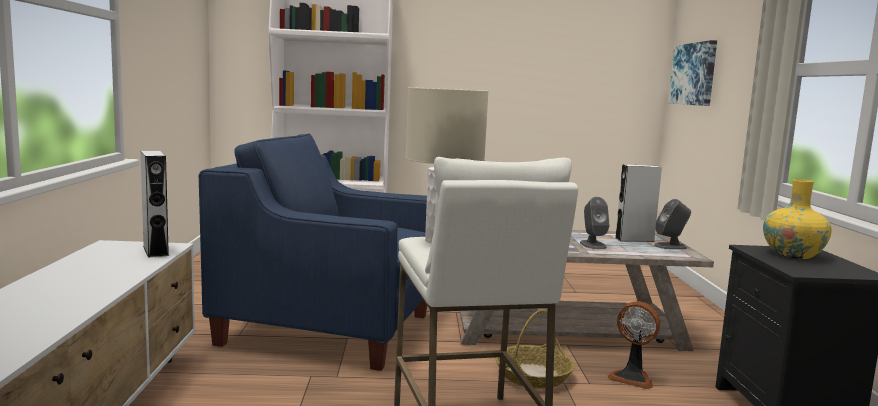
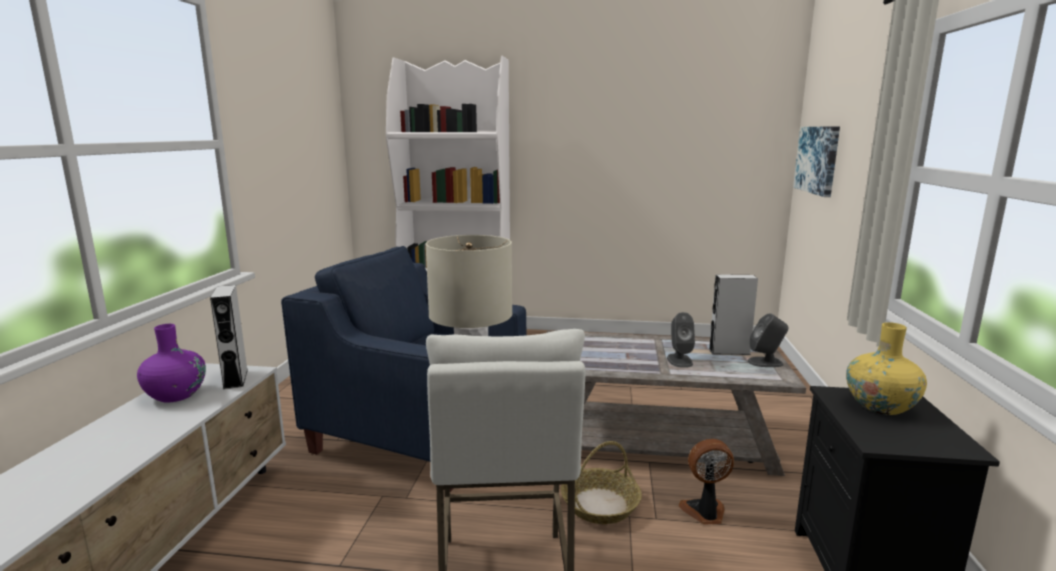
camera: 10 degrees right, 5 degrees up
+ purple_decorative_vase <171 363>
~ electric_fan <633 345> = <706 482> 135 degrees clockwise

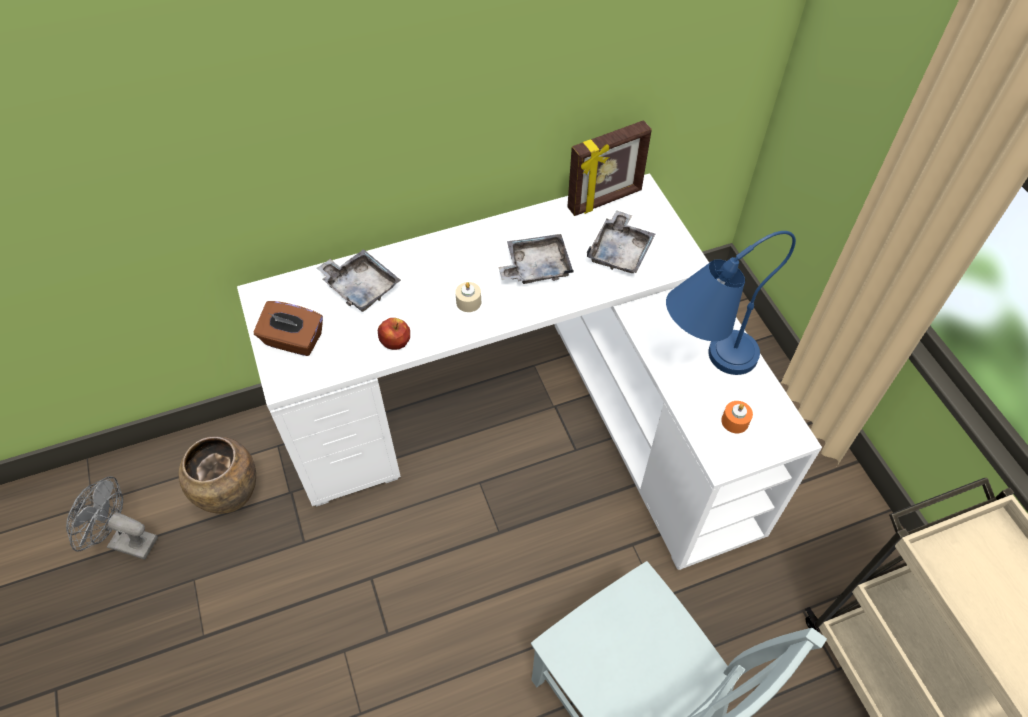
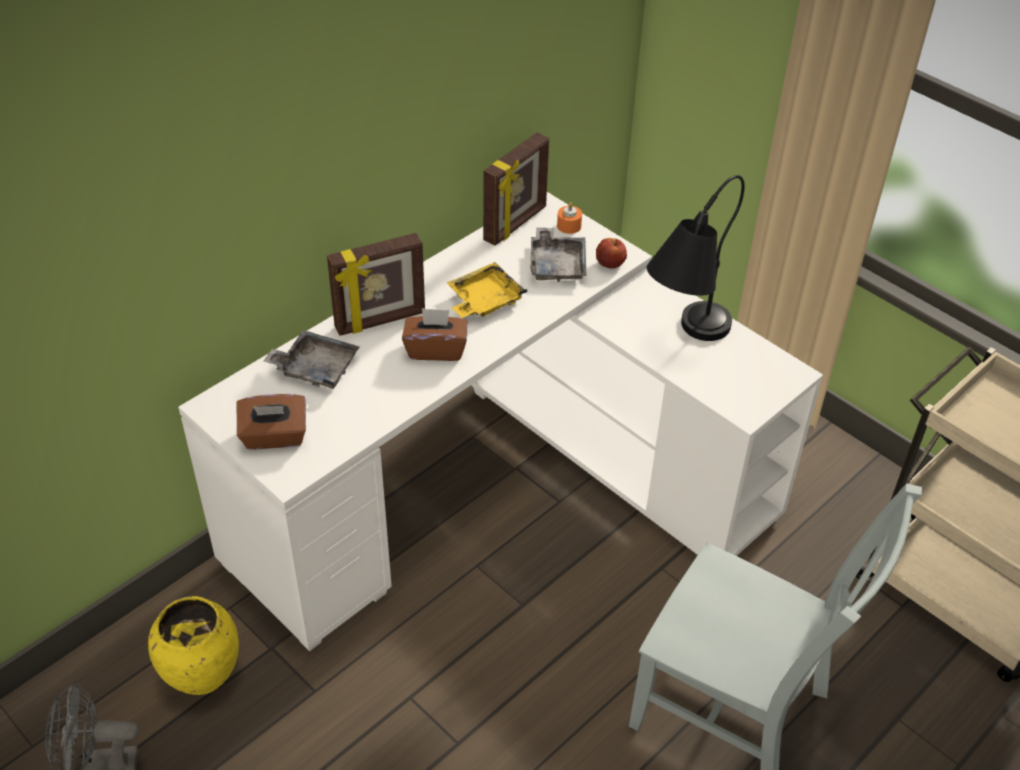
camera: 25 degrees left, 10 degrees down
+ picture_frame <376 284>
~ apple_fruit <394 334> to <611 253>
~ orange_wax_candle <737 417> to <569 218>
~ beige_wax_candle <468 297> to brown-coloured_tissue_holder <435 334>
~ brown-coloured_decorative_vase <217 475> to yellow-coloured_decorative_vase <193 645>
~ grey_serving_tray <536 259> to yellow-coloured_serving_tray <487 290>
~ bluish_table_lamp <731 303> to black-coloured_table_lamp <696 258>

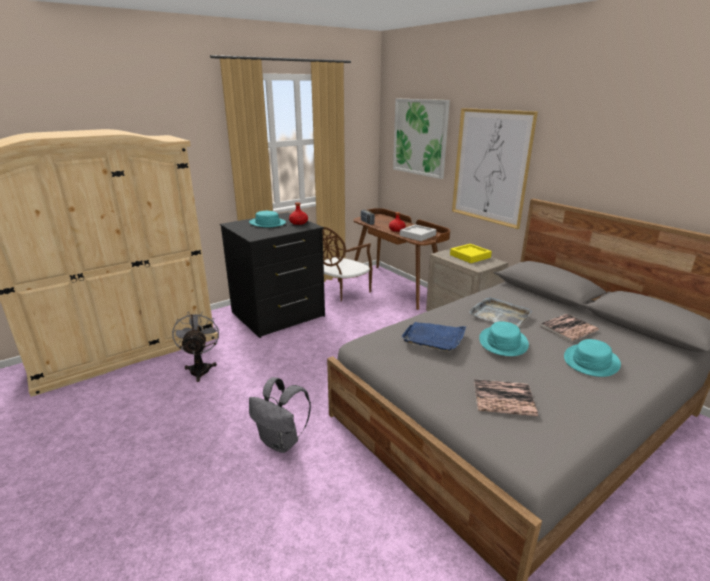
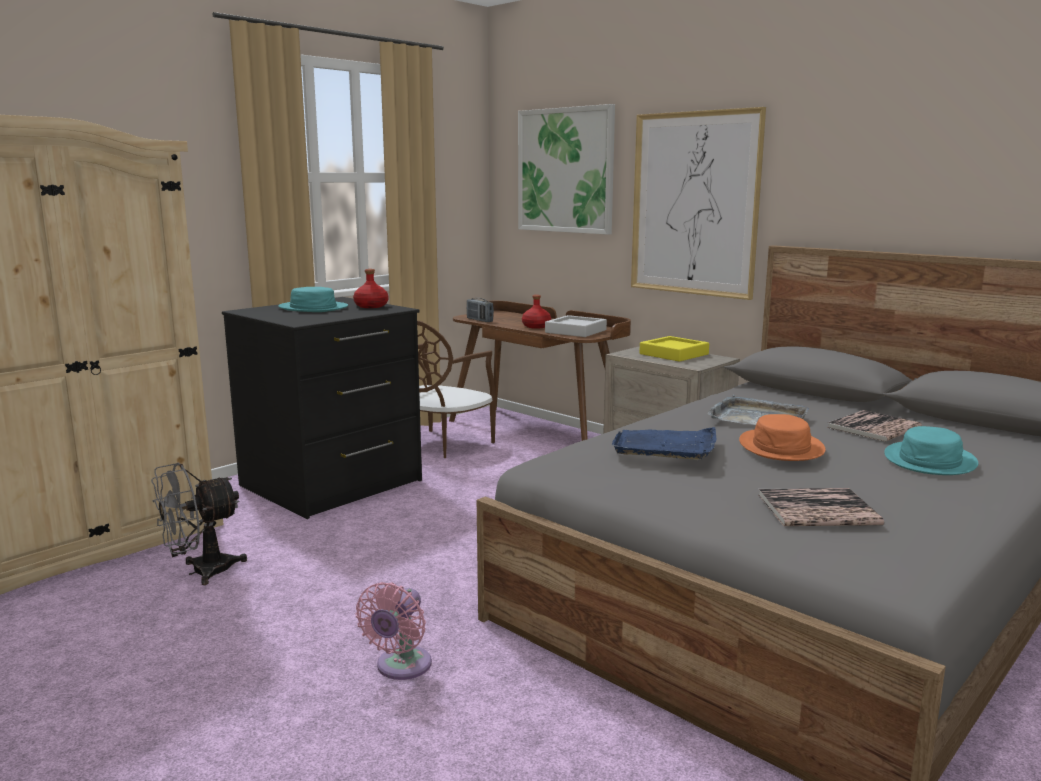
camera: 10 degrees left, 10 degrees down
~ grey_rucksack <280 415> to pink_electric_fan <394 631>
~ blue-green_clothing_hat <504 338> to orange_clothing_hat <782 437>
~ grey_electric_fan <195 346> = <199 524> 105 degrees counterclockwise

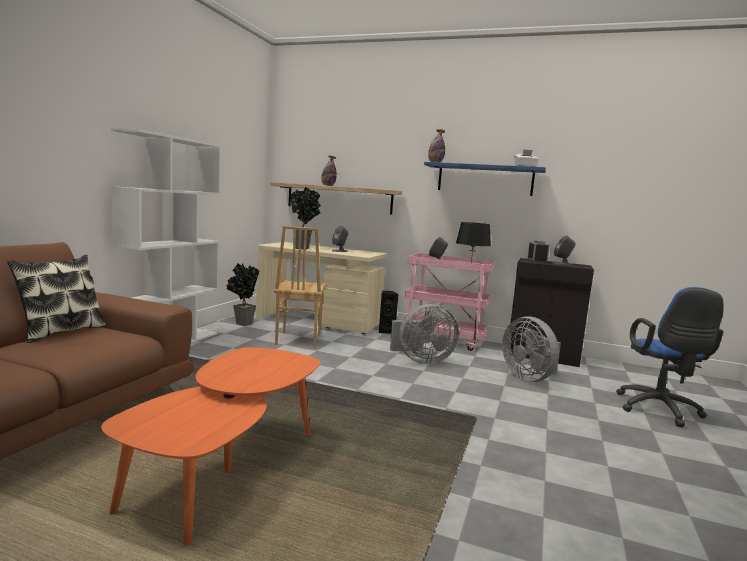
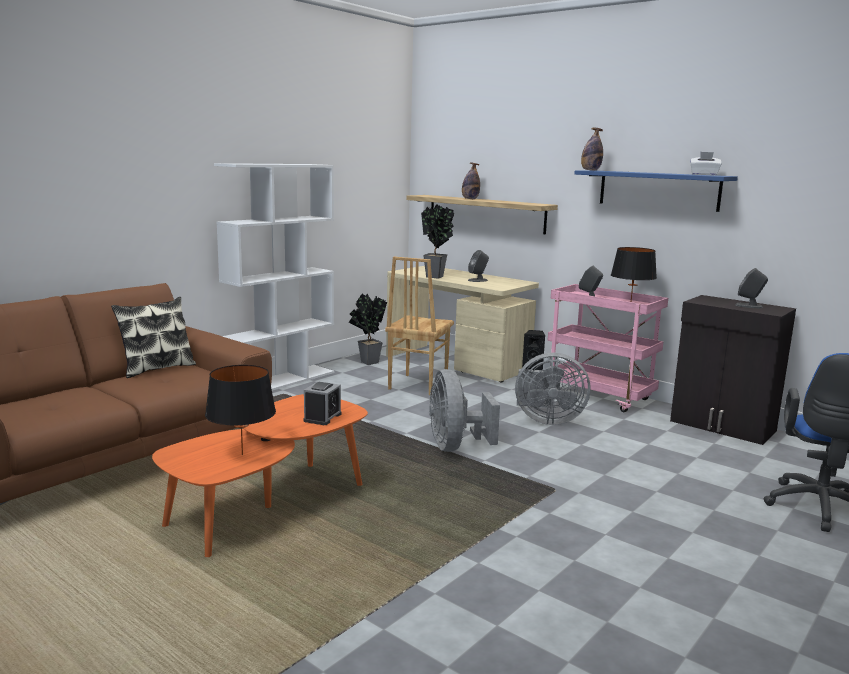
camera: 20 degrees right, 5 degrees up
+ black-coloured_table_lamp <240 410>
~ grey_electric_fan <531 349> to <464 410>
~ bedside_clock <538 252> to <322 403>

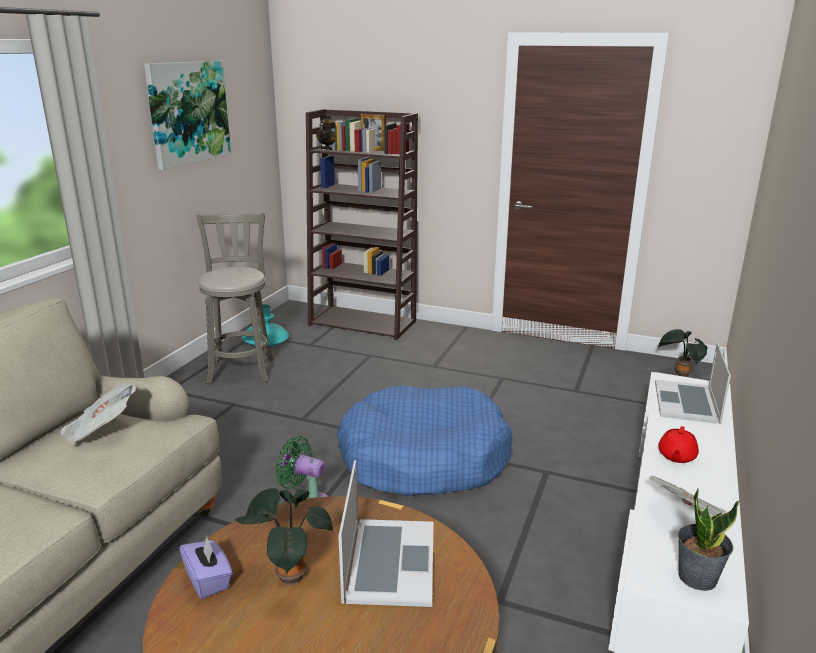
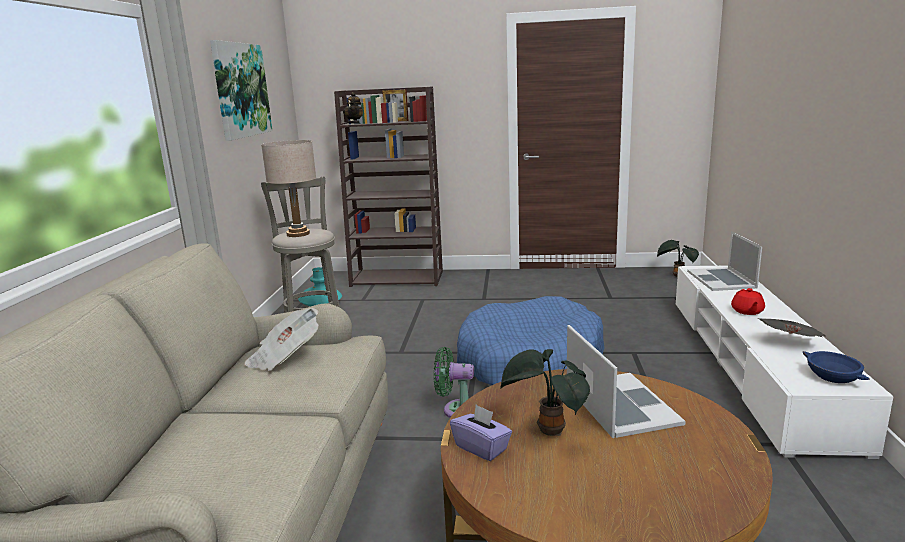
camera: 15 degrees left, 5 degrees down
+ beige_table_lamp <288 188>
~ houseplant <708 540> to bluish_serving_bowl <836 367>

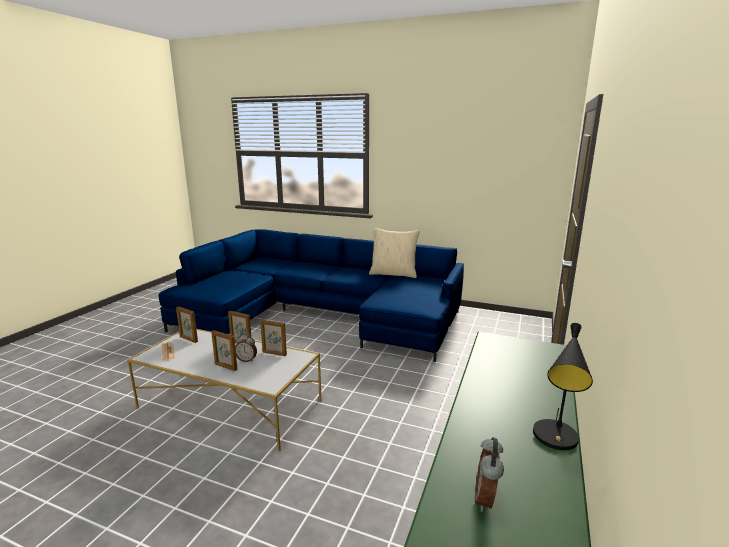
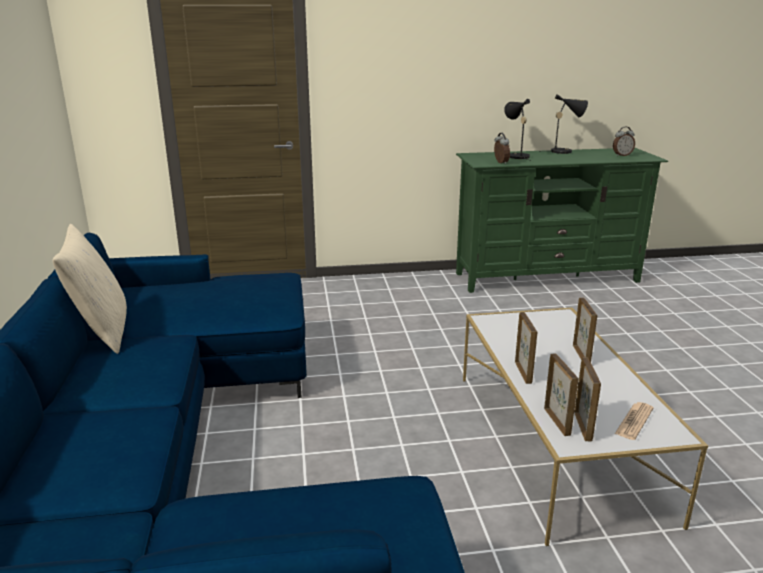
camera: 120 degrees left, 5 degrees up
+ black-coloured_table_lamp <517 130>
~ bedside_clock <246 348> to <502 148>
~ picture_frame <273 338> to <561 394>

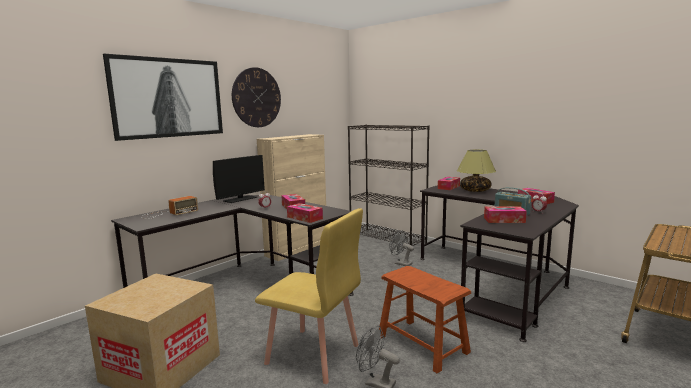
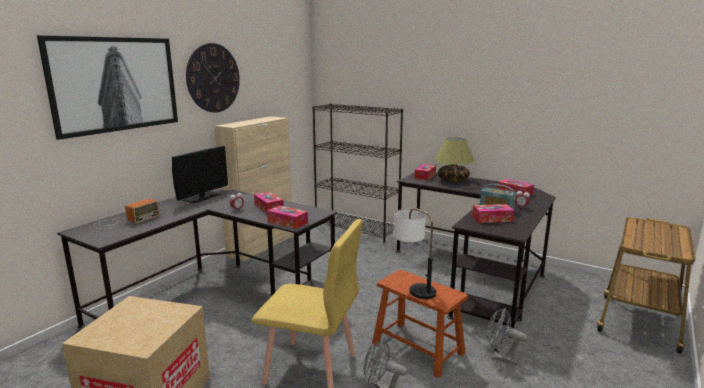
camera: 10 degrees left, 5 degrees up
+ table_lamp <414 253>
~ grey_electric_fan <401 248> to <507 336>

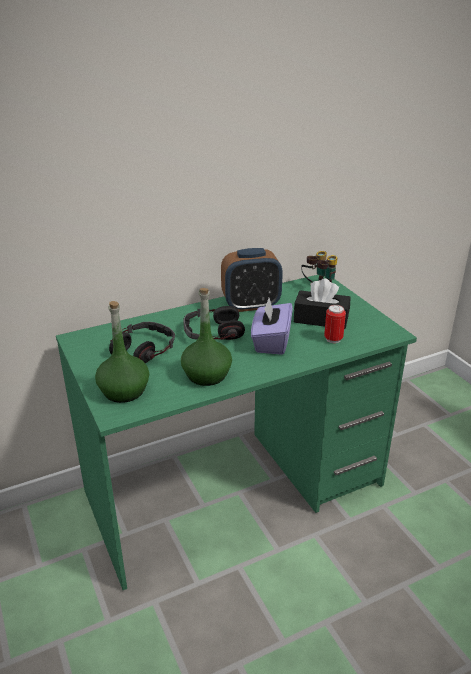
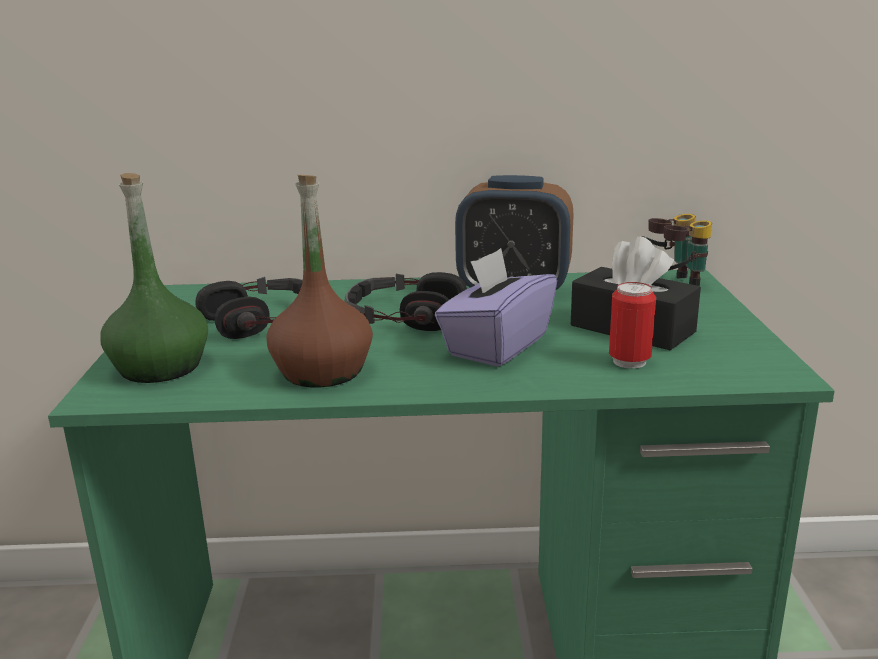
camera: 25 degrees right, 10 degrees down
~ greenish_bottle <206 337> to brown-coloured_bottle <319 281>

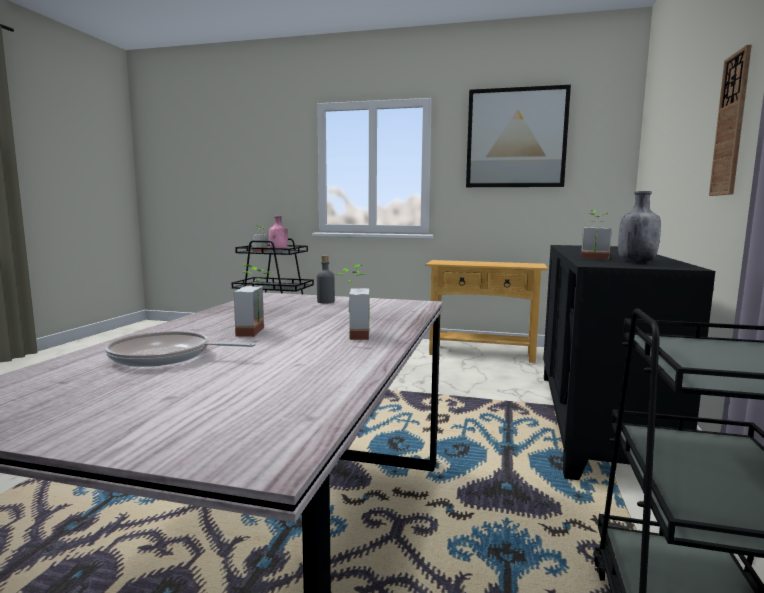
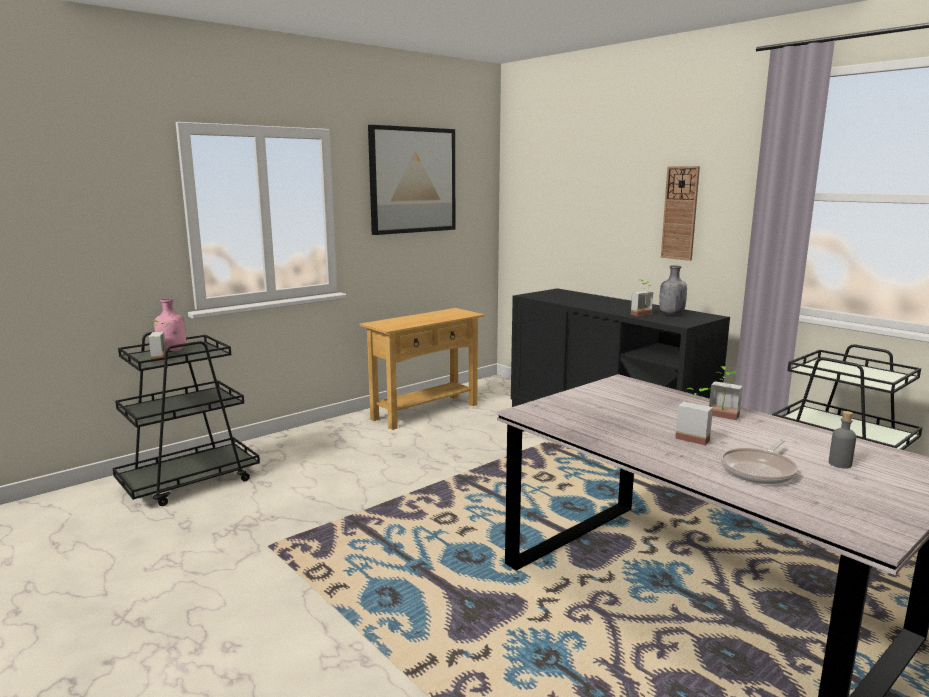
camera: 55 degrees left, 5 degrees up
~ grey_bottle <326 279> to <842 440>

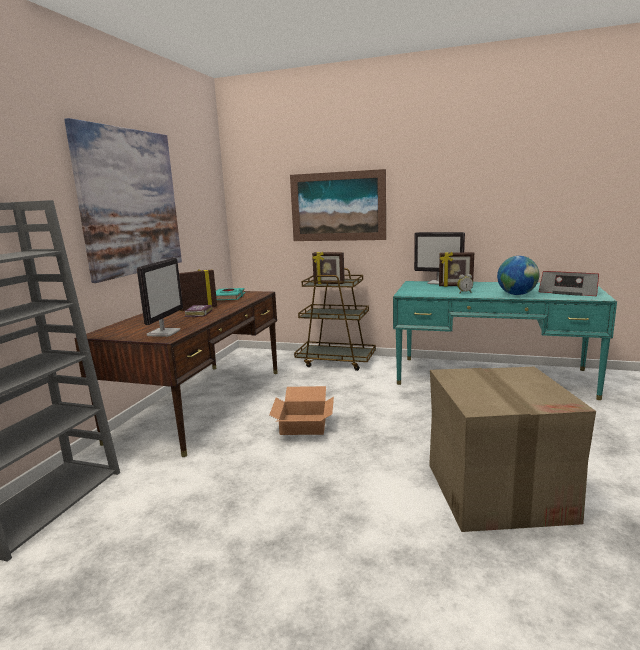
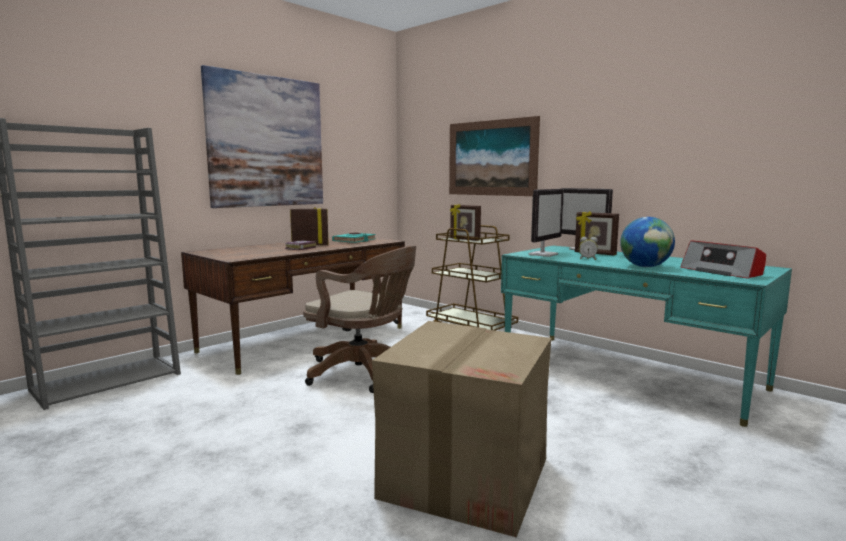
camera: 25 degrees right, 5 degrees down
~ computer_display <160 297> to <546 223>
~ packing_box <301 410> to brown-coloured_desk_chair <359 319>

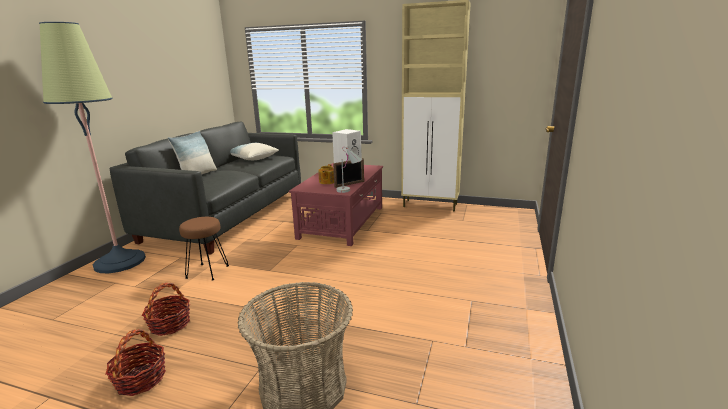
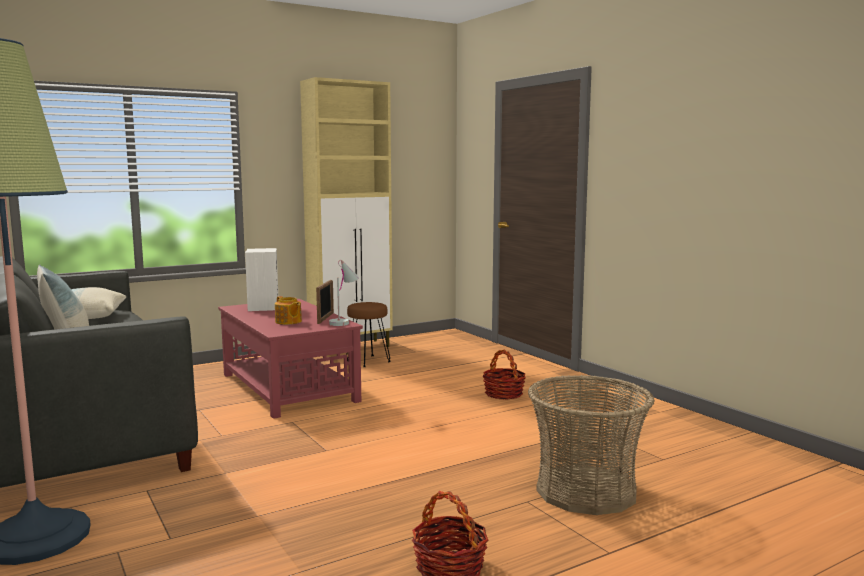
camera: 50 degrees left, 10 degrees down
~ basket <166 309> to <504 375>
~ brown-coloured_sitting_stool <204 249> to <368 334>

